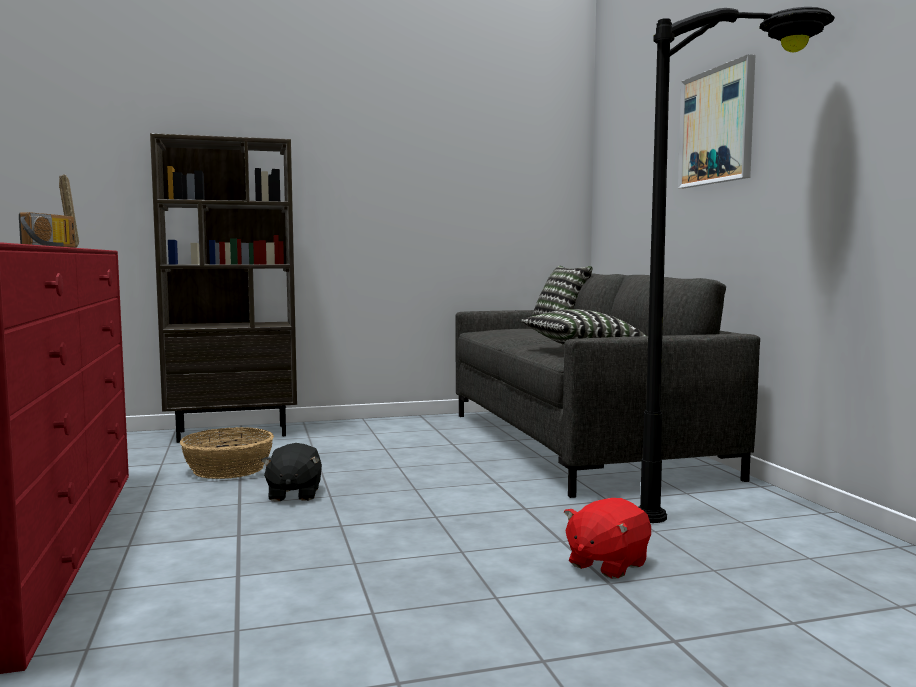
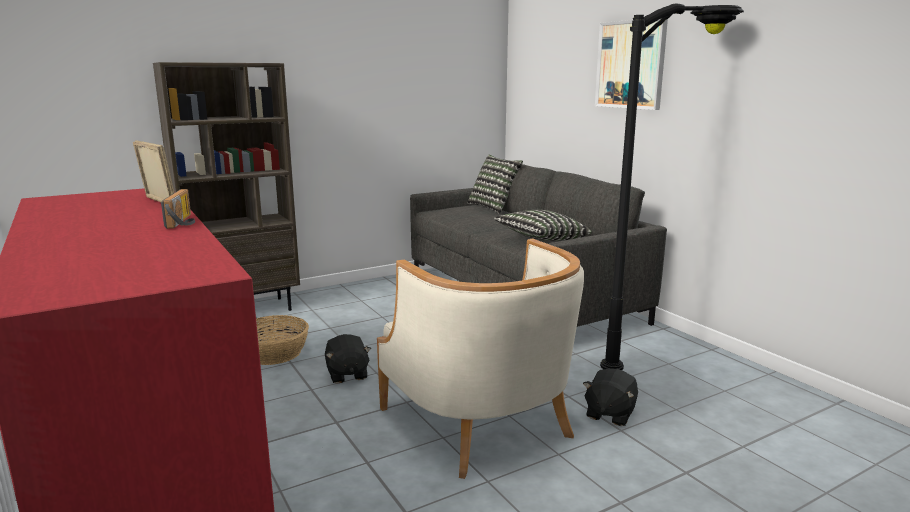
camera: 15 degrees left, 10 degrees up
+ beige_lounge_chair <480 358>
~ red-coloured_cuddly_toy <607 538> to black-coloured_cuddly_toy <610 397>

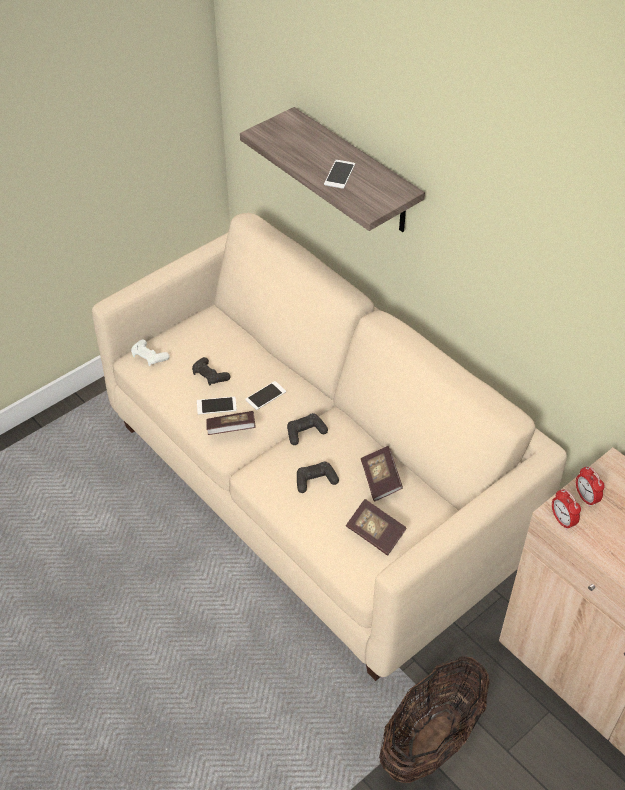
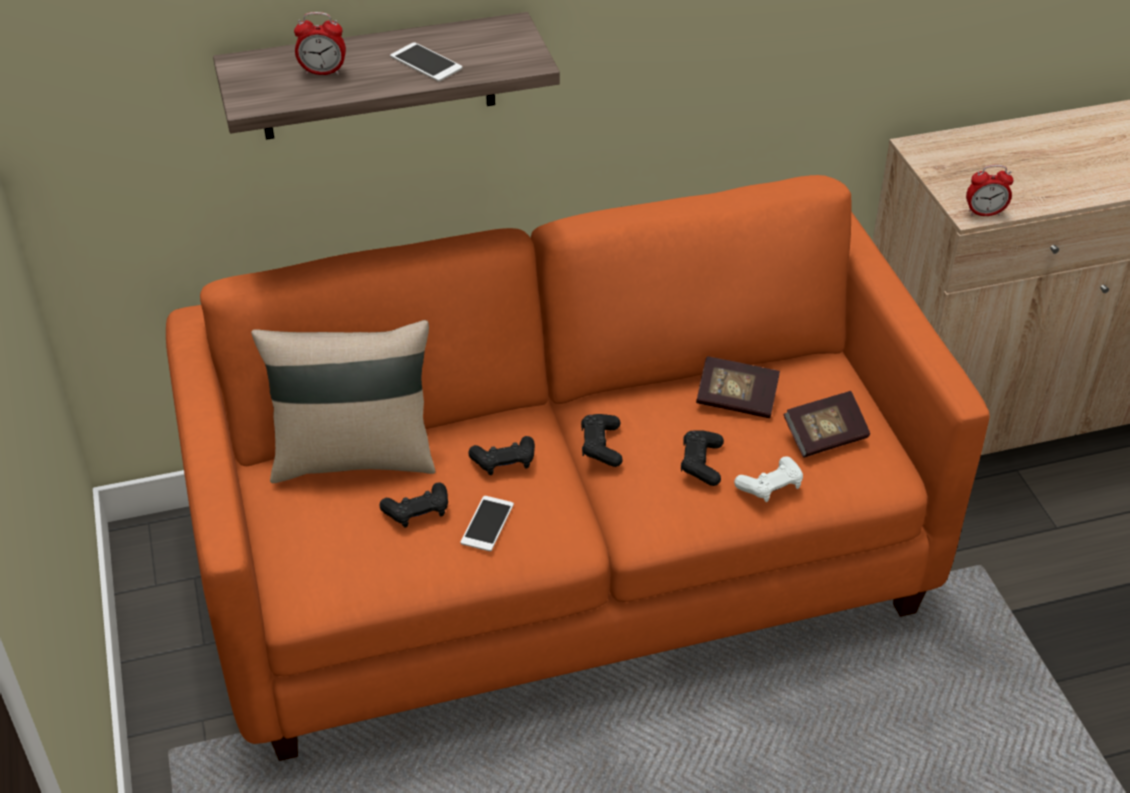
camera: 65 degrees left, 5 degrees down
- book <231 423>
- basket <434 719>
+ beige_pillow <343 401>
~ whitish_game_controller <150 352> to <768 479>
~ bedside_clock <590 486> to <320 43>
~ phone <265 395> to black-coloured_game_controller <501 455>
~ beige_couch <329 447> to orange_couch <578 468>

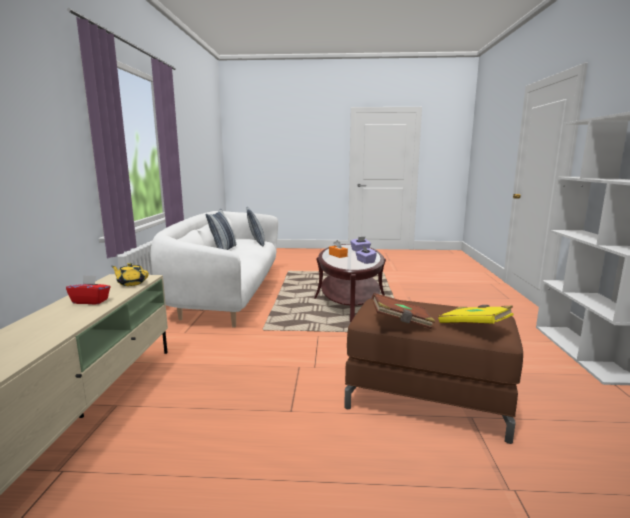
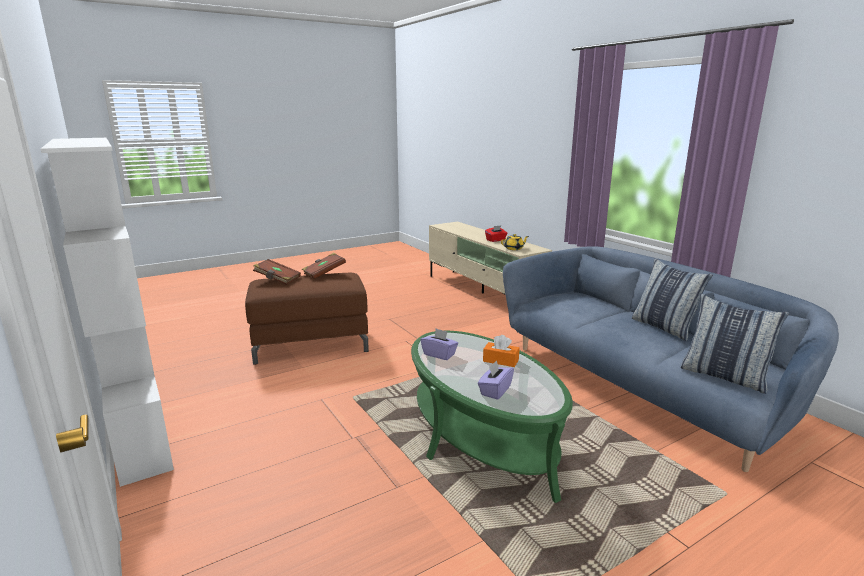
camera: 145 degrees right, 5 degrees up
~ whitish_couch <214 269> to bluish_couch <671 359>
~ brown-coloured_low_table <350 283> to greenish_low_table <492 417>
~ yellow-coloured_book <475 314> to brown-coloured_book <277 272>

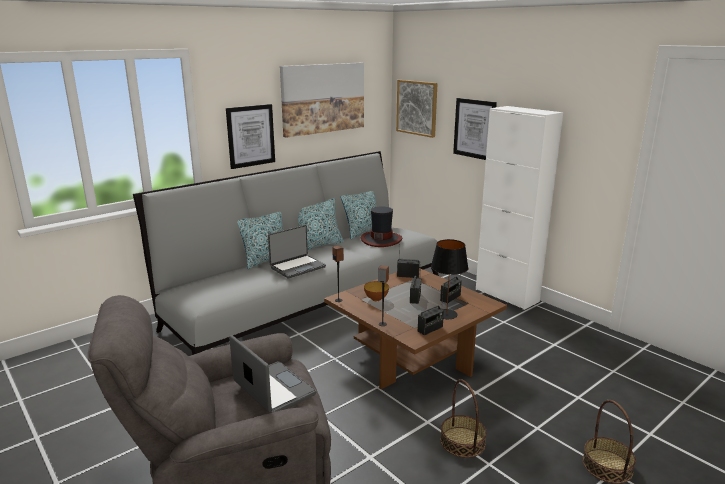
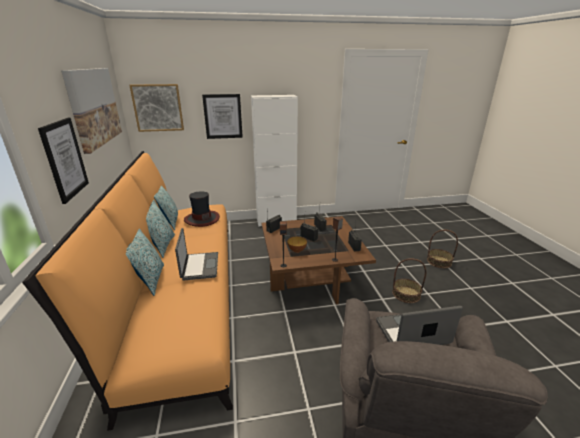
camera: 60 degrees left, 5 degrees up
- black-coloured_table_lamp <449 279>
~ grey_couch <286 253> to orange_couch <127 291>

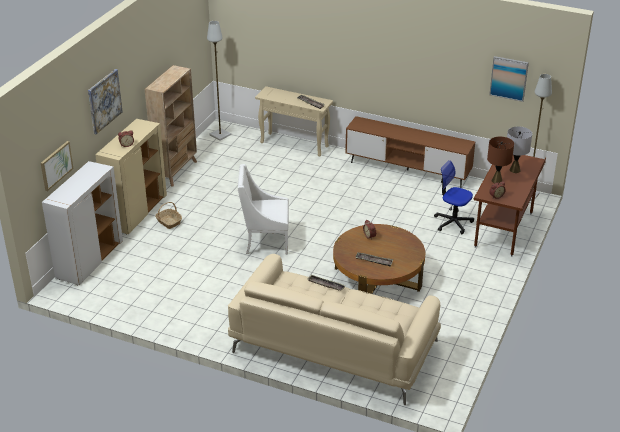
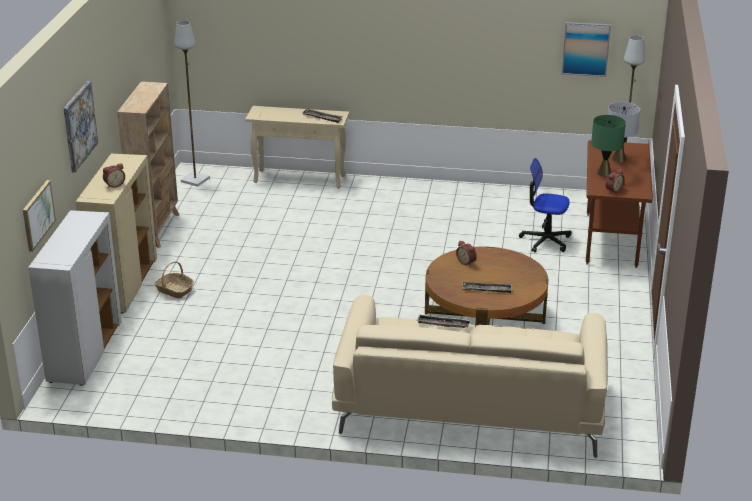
camera: 15 degrees left, 5 degrees down
- whitish_lounge_chair <263 209>
- brown-coloured_tv_unit <410 152>
~ brown-coloured_table_lamp <500 160> to greenish_table_lamp <608 146>

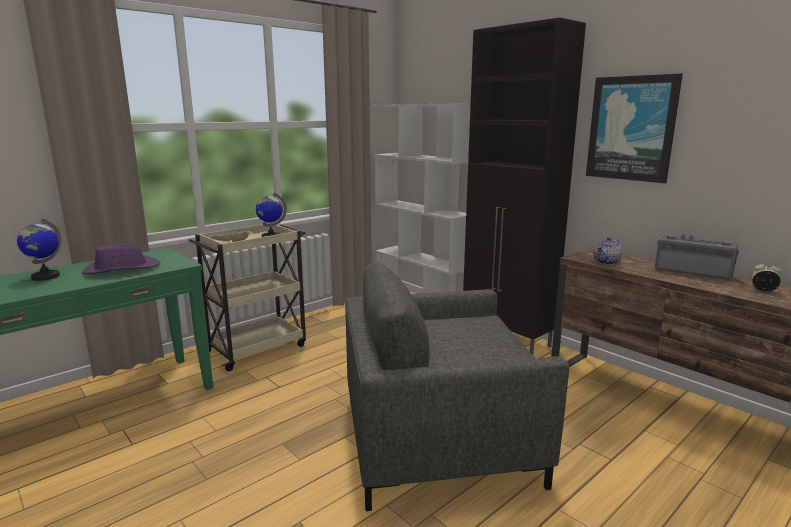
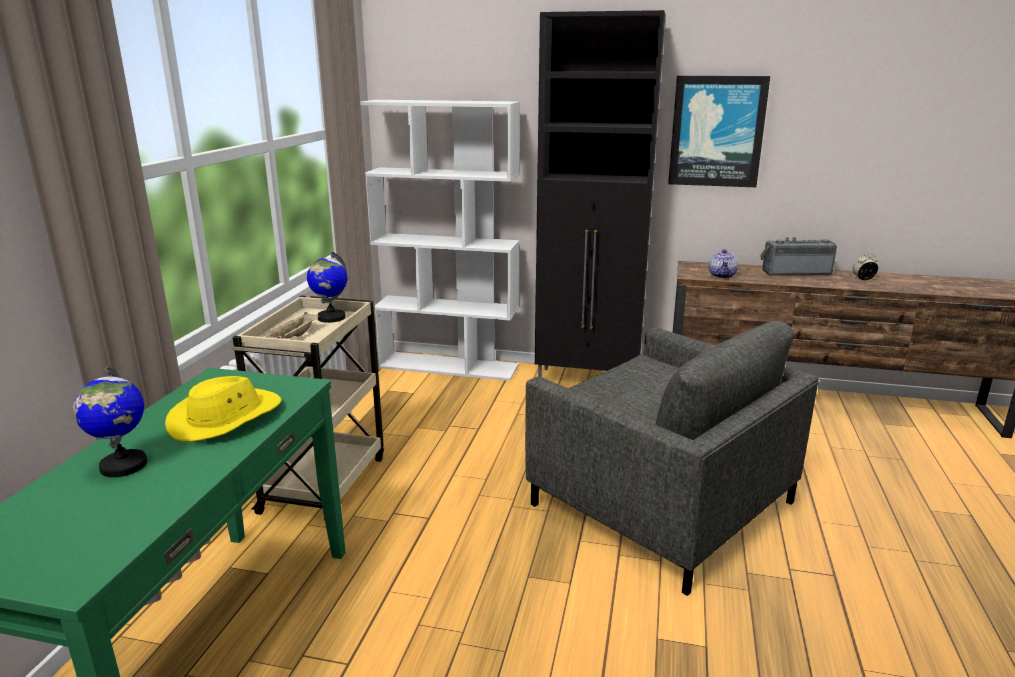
camera: 35 degrees left, 5 degrees up
~ purple_clothing_hat <121 259> to yellow-coloured_clothing_hat <223 409>
~ grey_lounge_chair <457 386> = <672 458> 90 degrees counterclockwise

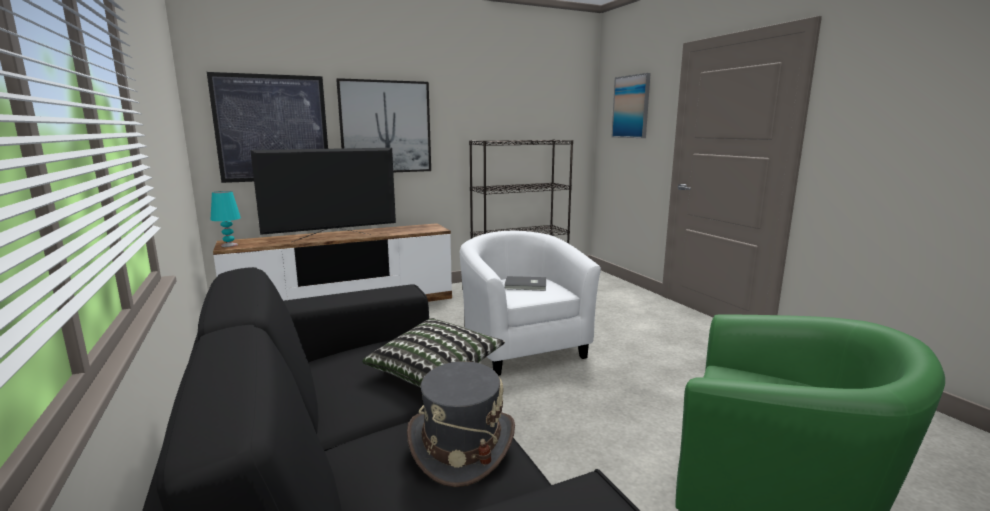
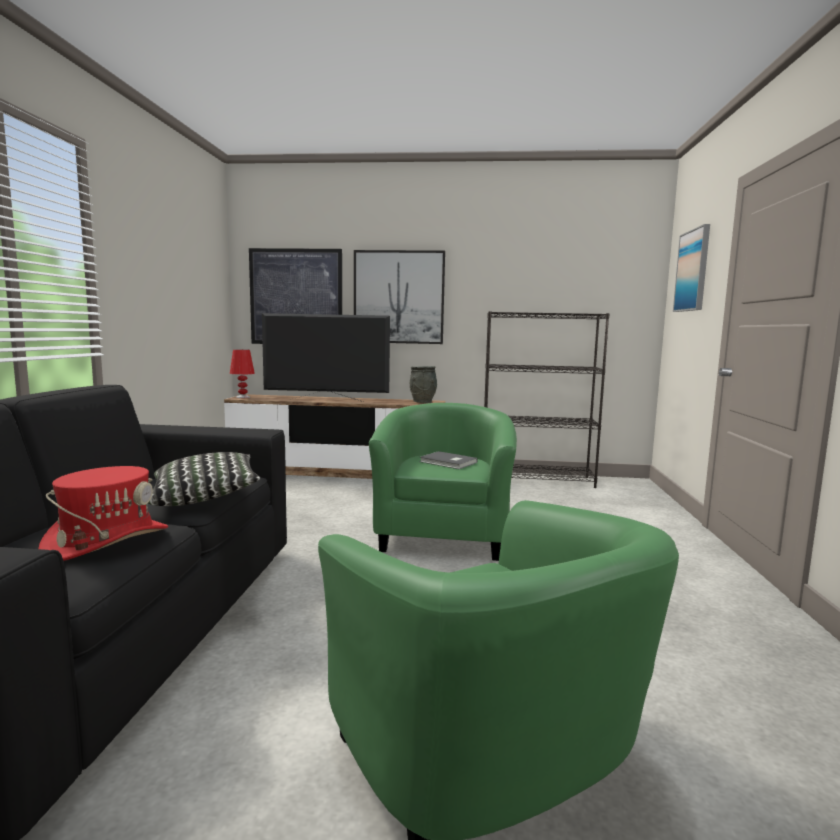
camera: 30 degrees right, 5 degrees down
+ grey_decorative_vase <423 384>
~ blue-green_table_lamp <226 219> to red-coloured_table_lamp <242 373>
~ grey_clothing_hat <461 424> to red-coloured_clothing_hat <103 513>
~ whitish_lounge_chair <530 303> to greenish_lounge_chair <443 482>

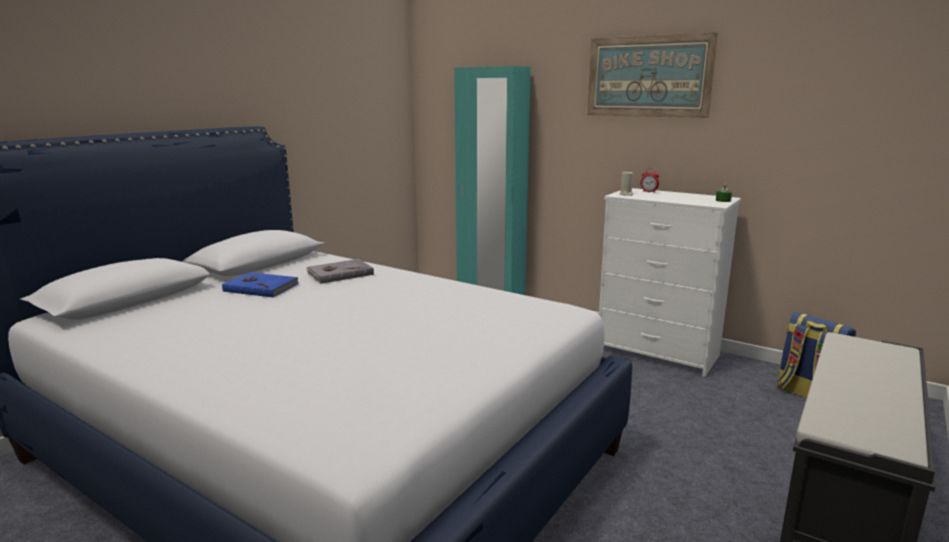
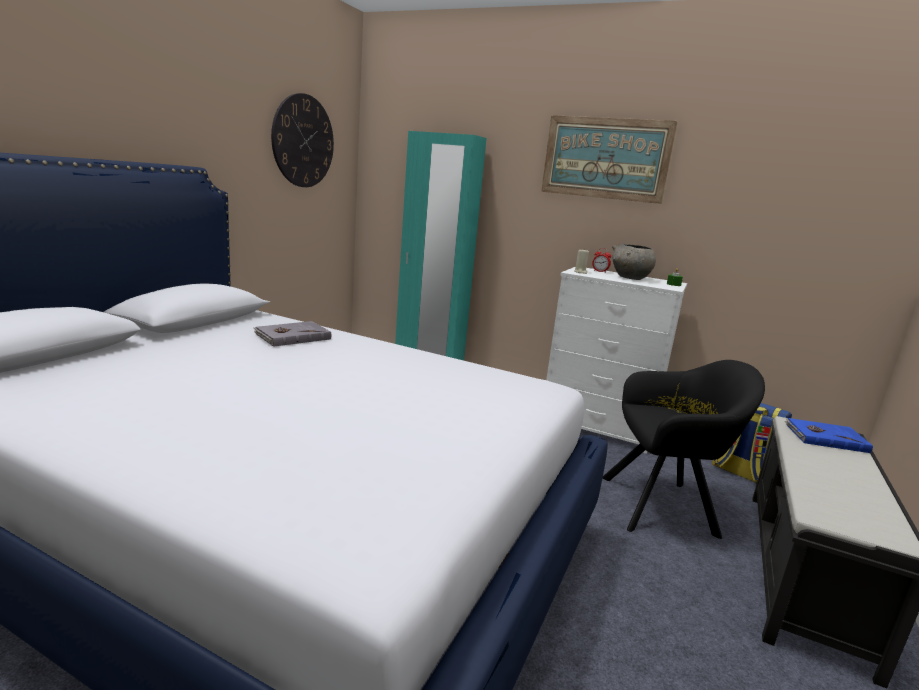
camera: 10 degrees left, 0 degrees up
+ hanging_clock <302 140>
+ black-coloured_lounge_chair <684 449>
+ grey_serving_bowl <634 262>
~ bluish_book <260 284> to <829 435>

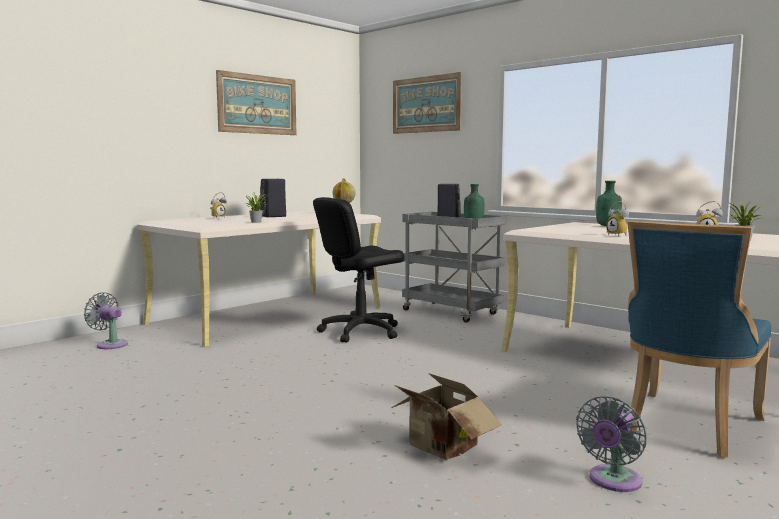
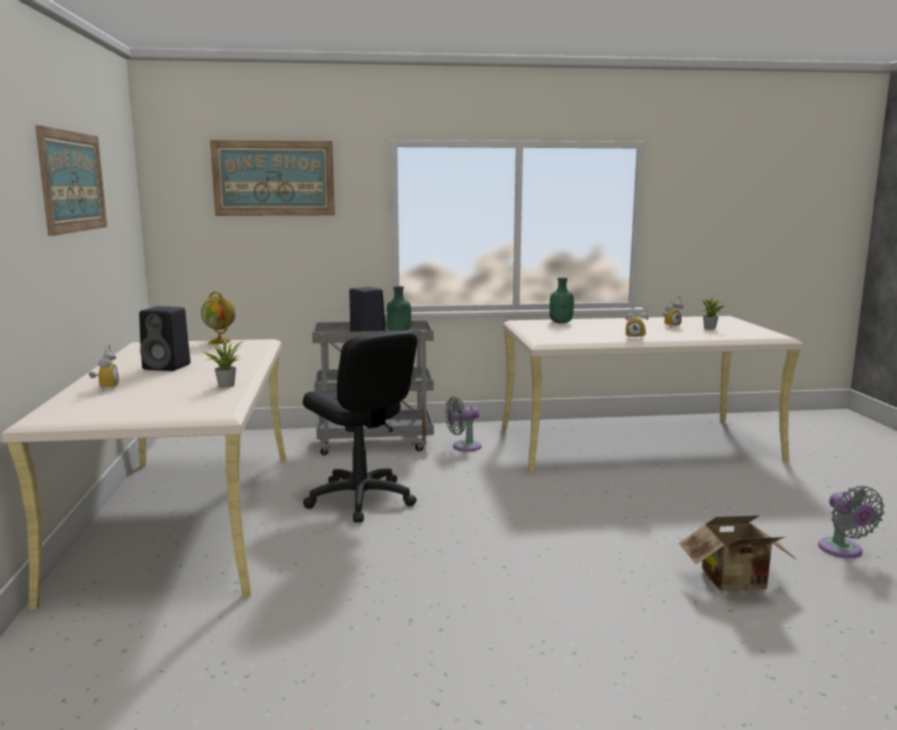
camera: 50 degrees left, 5 degrees up
- bluish_plain_chair <700 339>
~ grey_electric_fan <106 320> to <463 423>
~ black-coloured_desk_chair <358 270> = <360 426> 45 degrees counterclockwise

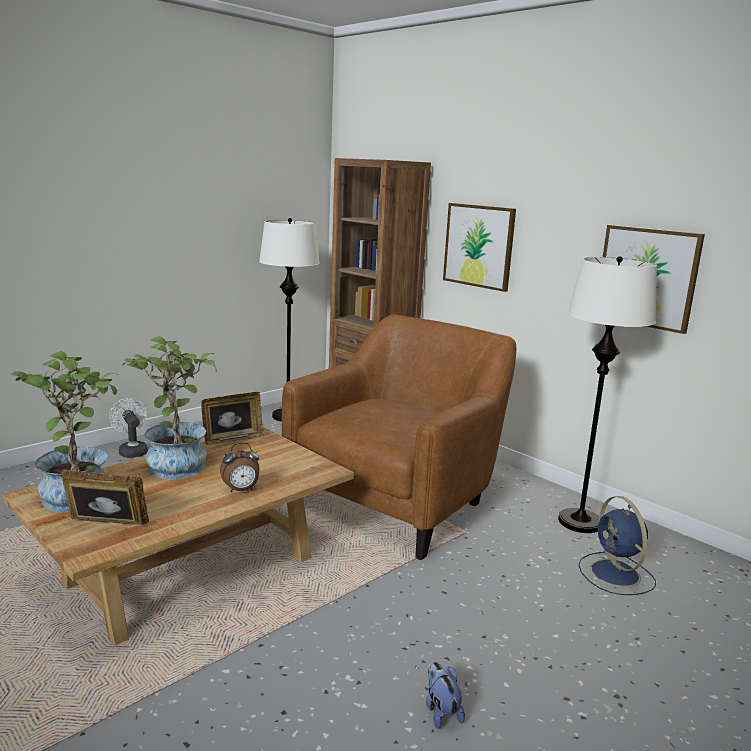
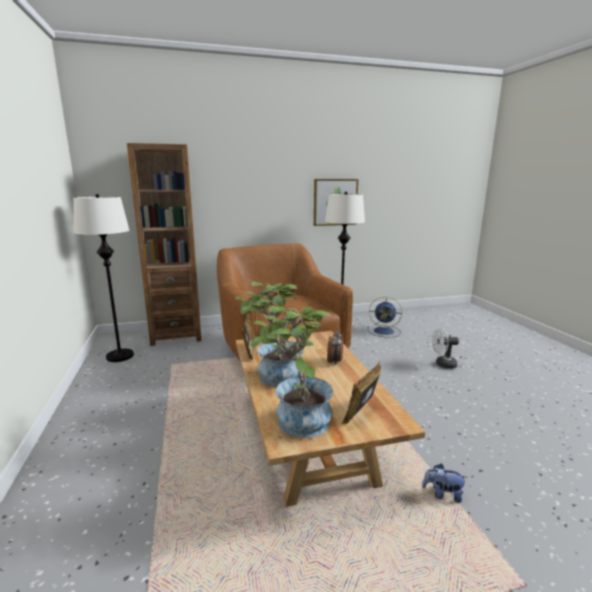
camera: 60 degrees left, 0 degrees up
- wall_picture <479 247>
~ whitish_electric_fan <128 428> to <445 348>
~ cuddly_toy <445 695> to <444 483>

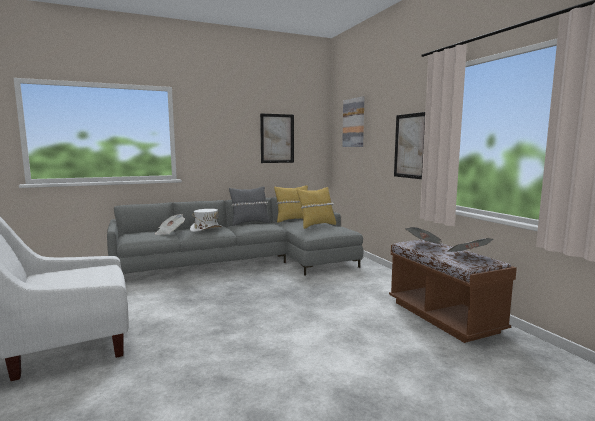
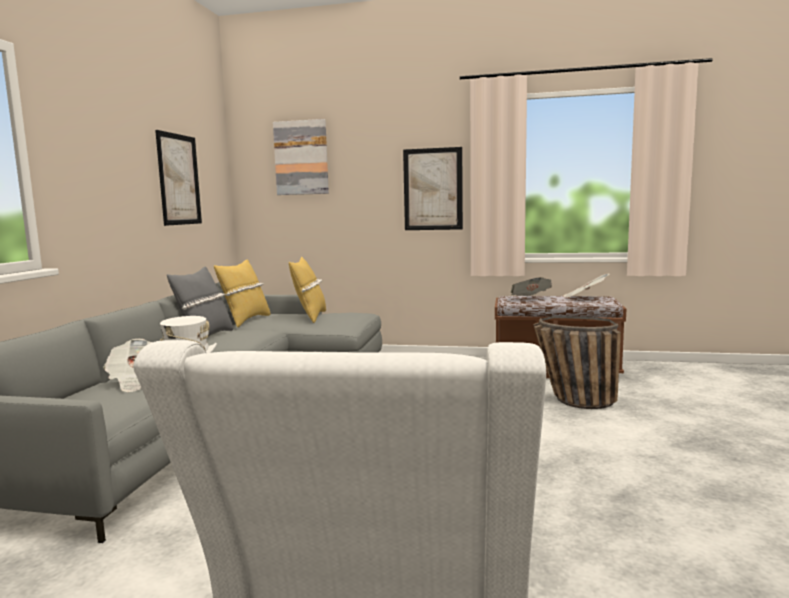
camera: 55 degrees left, 0 degrees up
+ basket <577 362>

